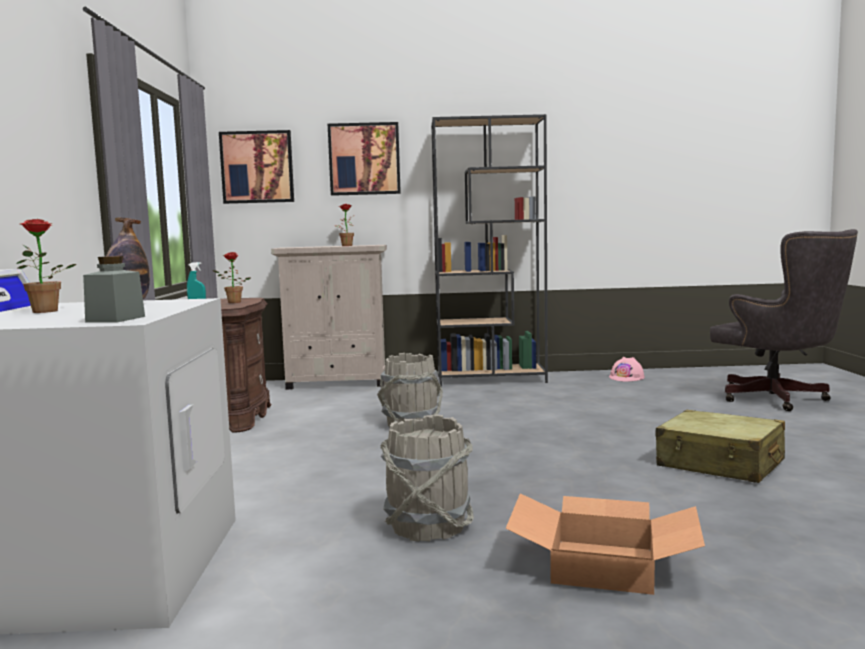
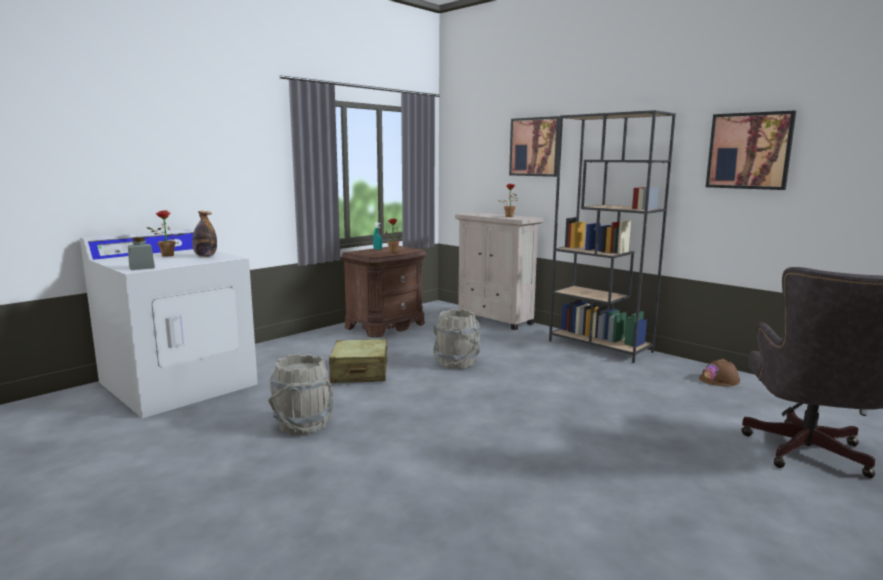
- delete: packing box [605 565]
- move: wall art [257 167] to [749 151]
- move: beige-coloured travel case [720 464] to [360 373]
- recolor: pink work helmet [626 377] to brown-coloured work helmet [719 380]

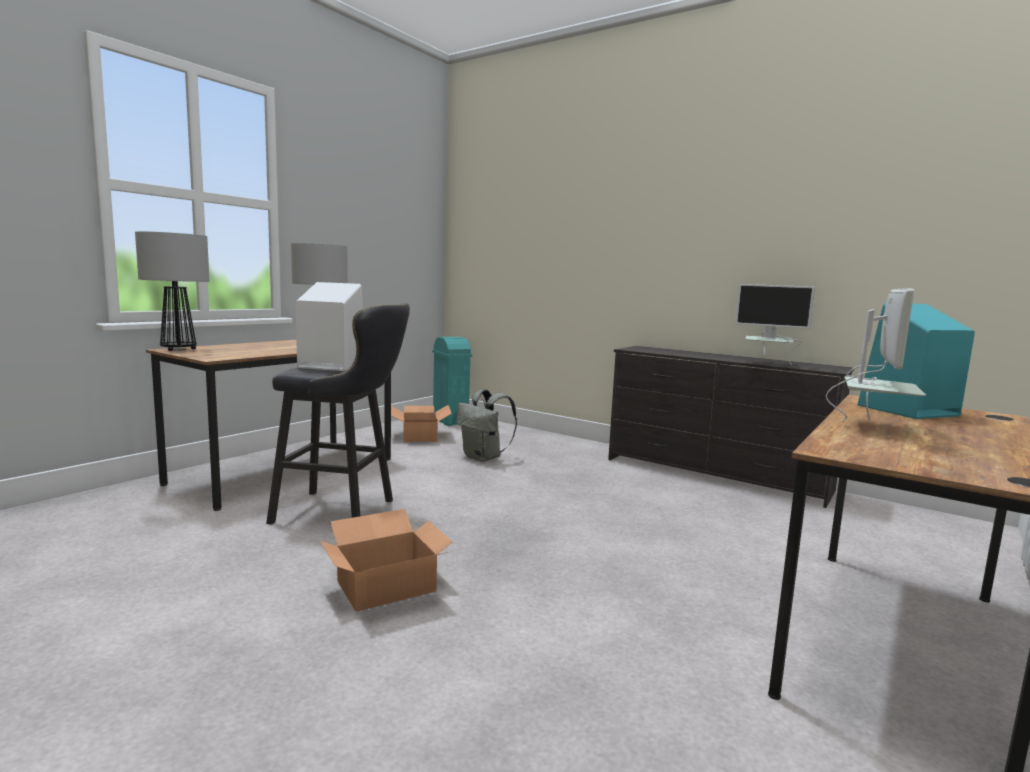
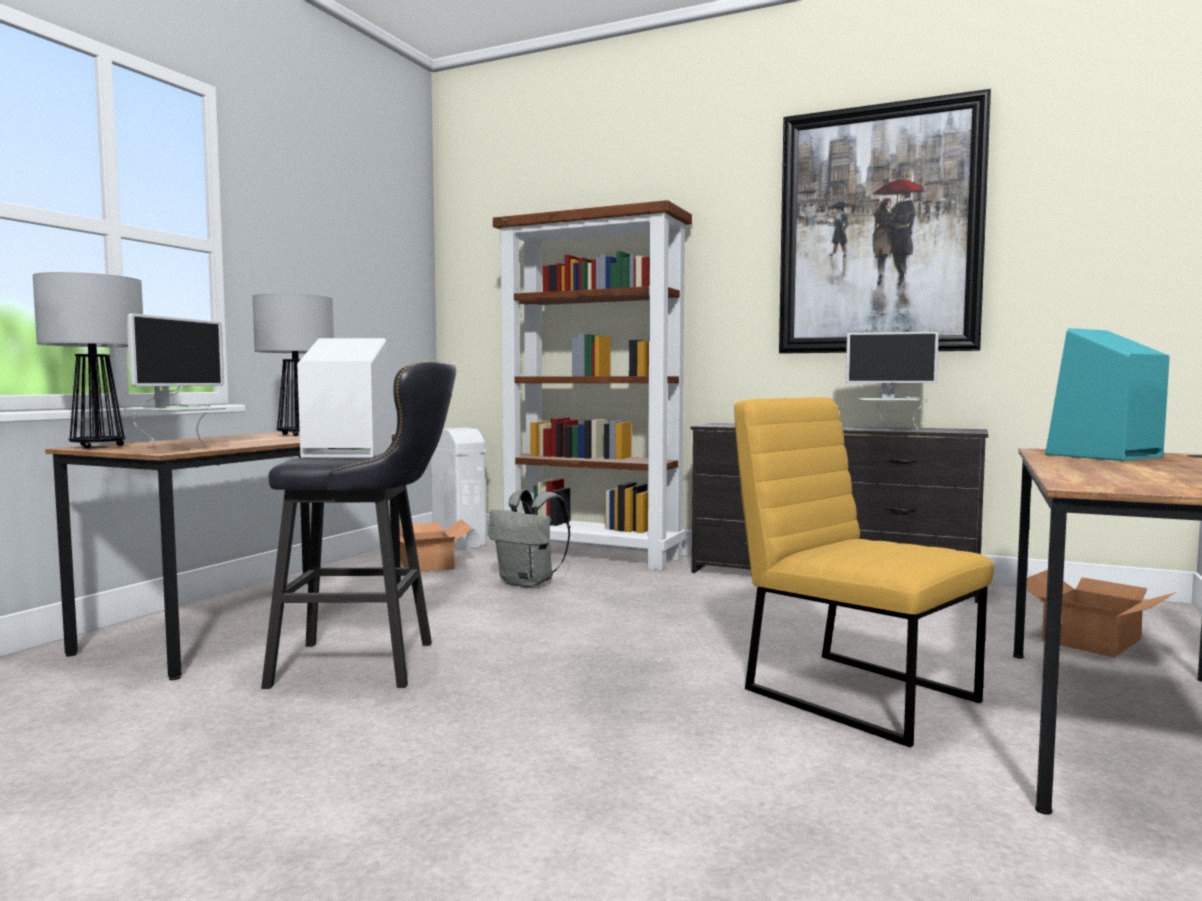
- insert: brown-coloured bookshelf [593 555]
- insert: yellowish plain chair [855 692]
- insert: wall art [879 231]
- move: packing box [385 586] to [1090 640]
- move: computer screen [872 427] to [177 449]
- recolor: turquoise-coloured trash can [450 421] to white-coloured trash can [458 544]

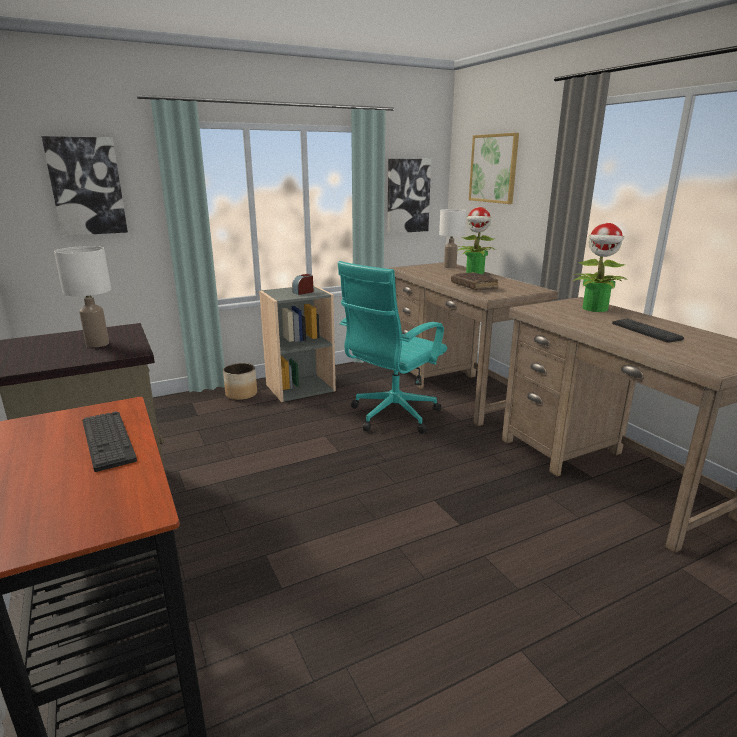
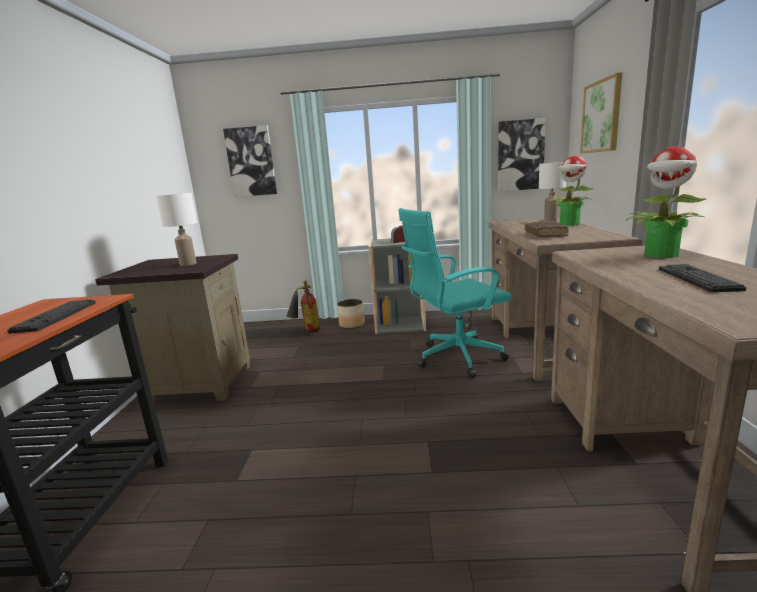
- insert: fire-fighting cylinder [306 331]

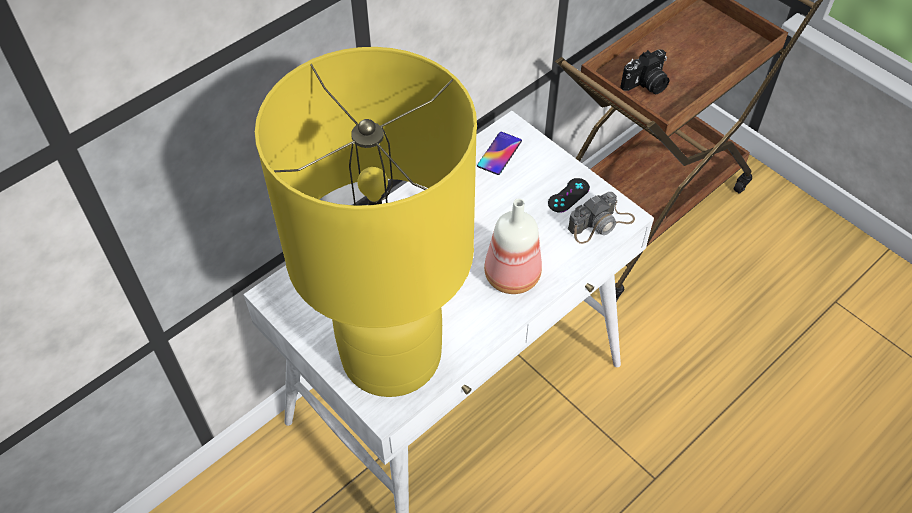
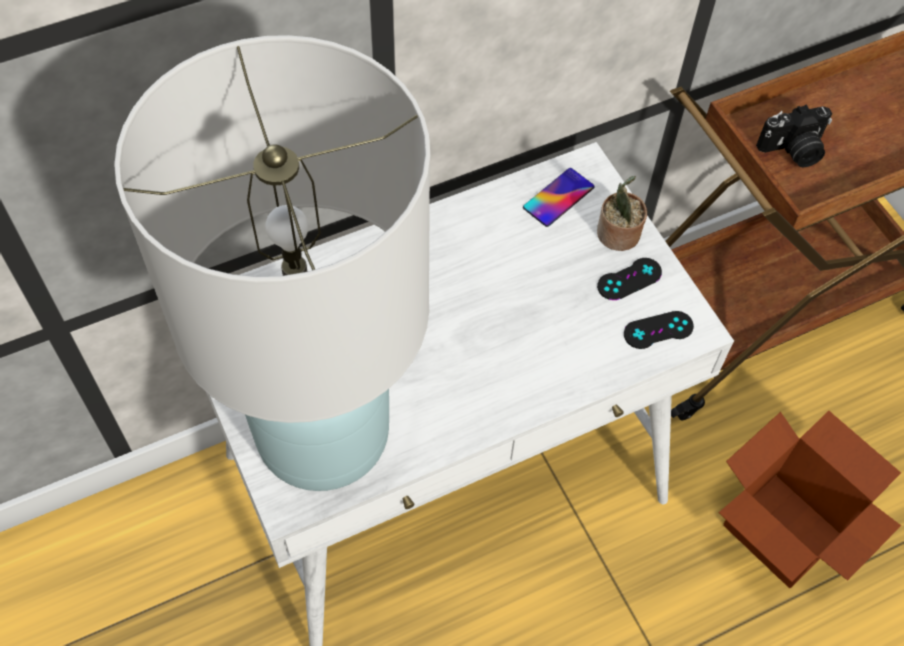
- delete: beverage bottle [510 275]
- insert: houseplant [617 235]
- insert: packing box [782 530]
- replace: still camera [601 224] to blackish game controller [658 330]
- recolor: yellowish table lamp [392 354] to white-coloured table lamp [324 431]

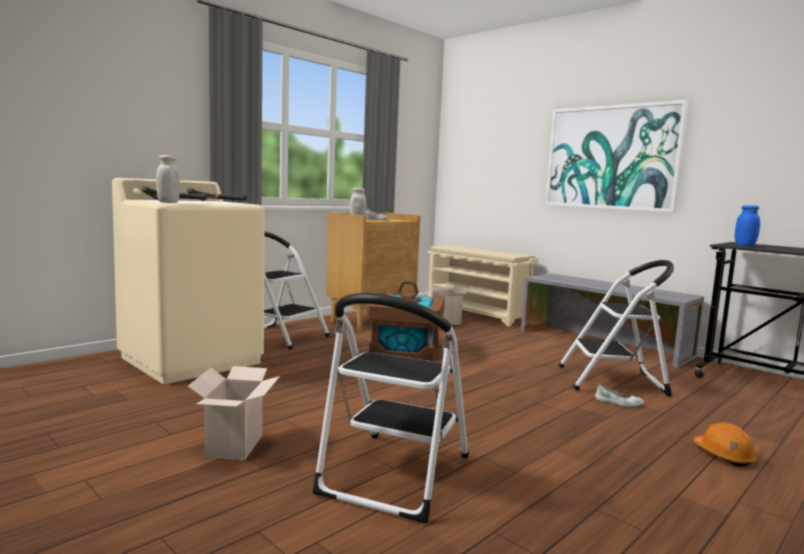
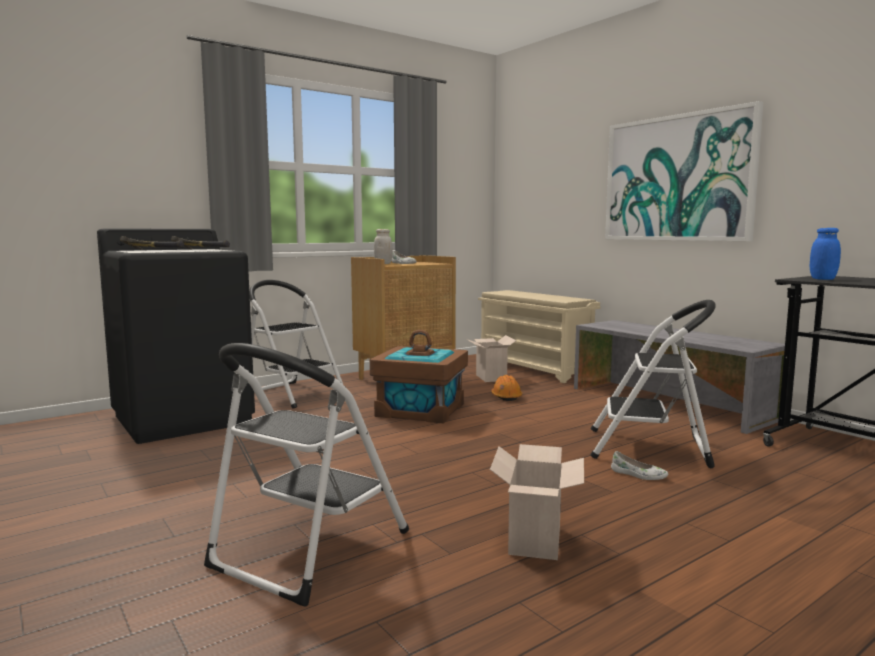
- delete: white-coloured storage jar [168 202]
- move: packing box [235 447] to [537 542]
- move: orange work helmet [724 455] to [506 397]
- recolor: beige-coloured laundry appliance [192 360] to blackish laundry appliance [184 419]

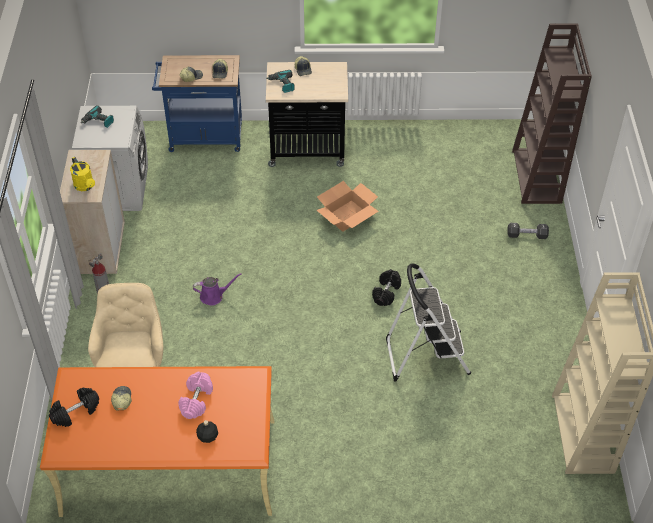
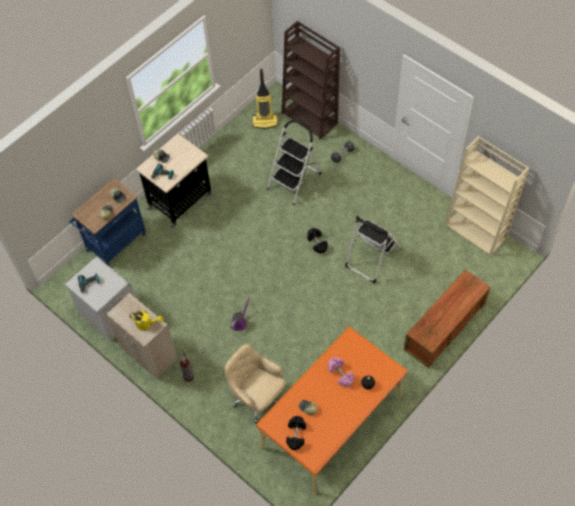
- delete: packing box [347 216]
- insert: hoover [265 121]
- insert: step ladder [295 180]
- insert: brown-coloured indoor bench [445 327]

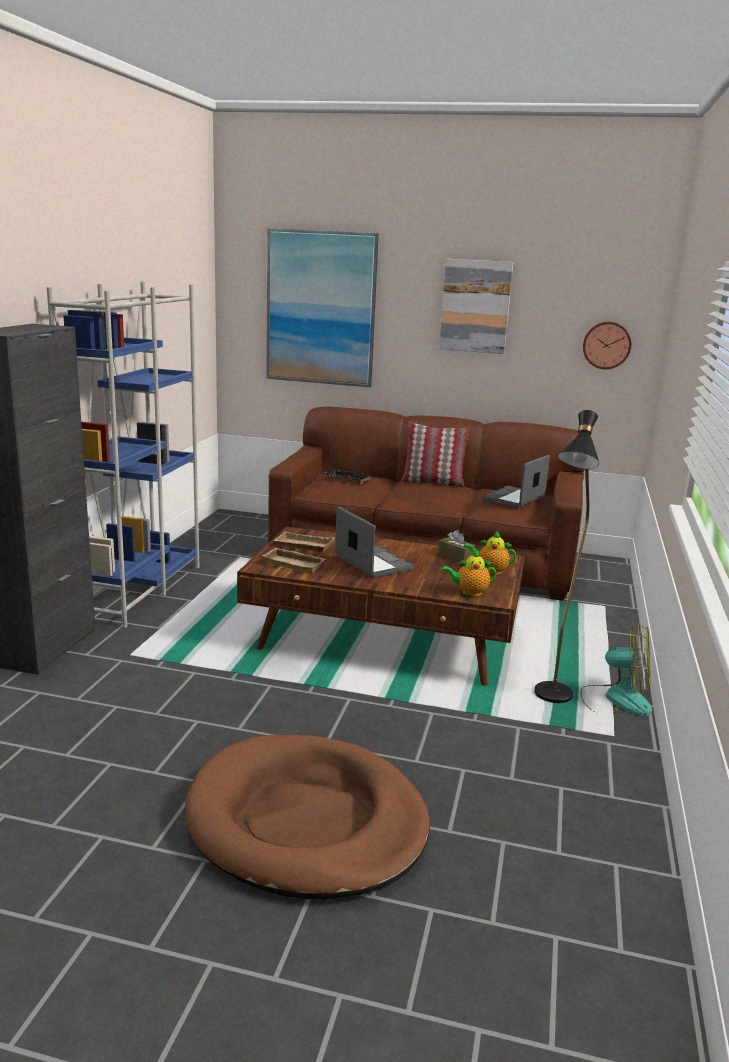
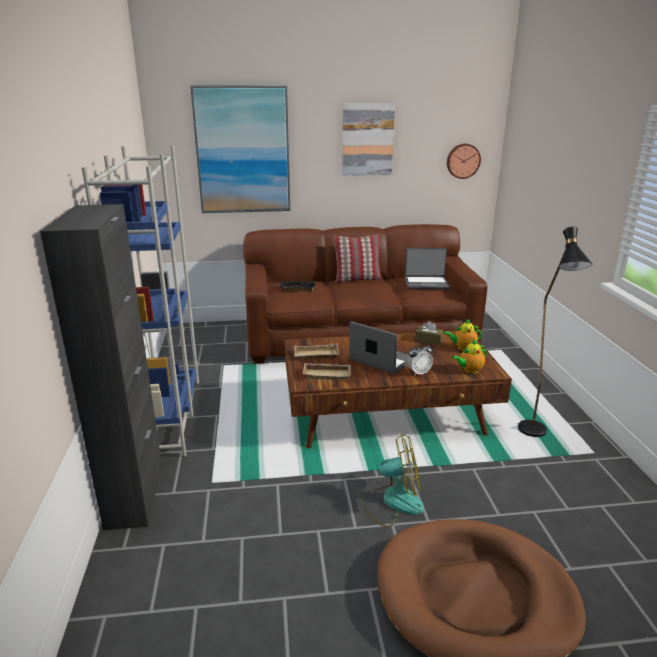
- insert: table clock [418 373]
- move: cooling fan [616 700] to [392 502]
- rotate: notebook computer [515 498] = [426 283] 105 degrees counterclockwise

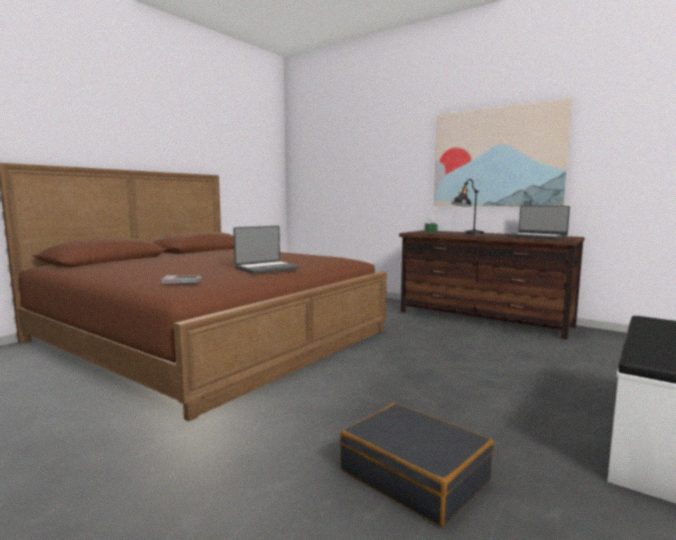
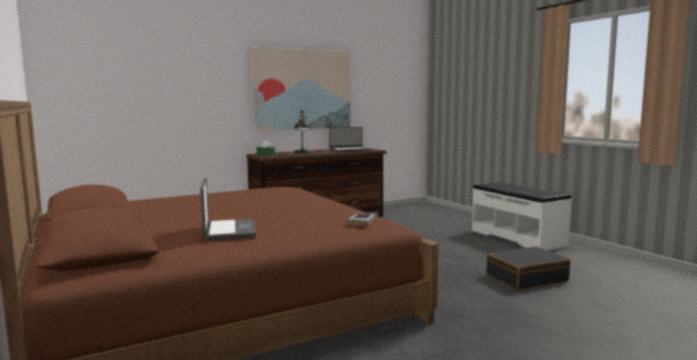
- move: notebook computer [266 268] to [228 231]

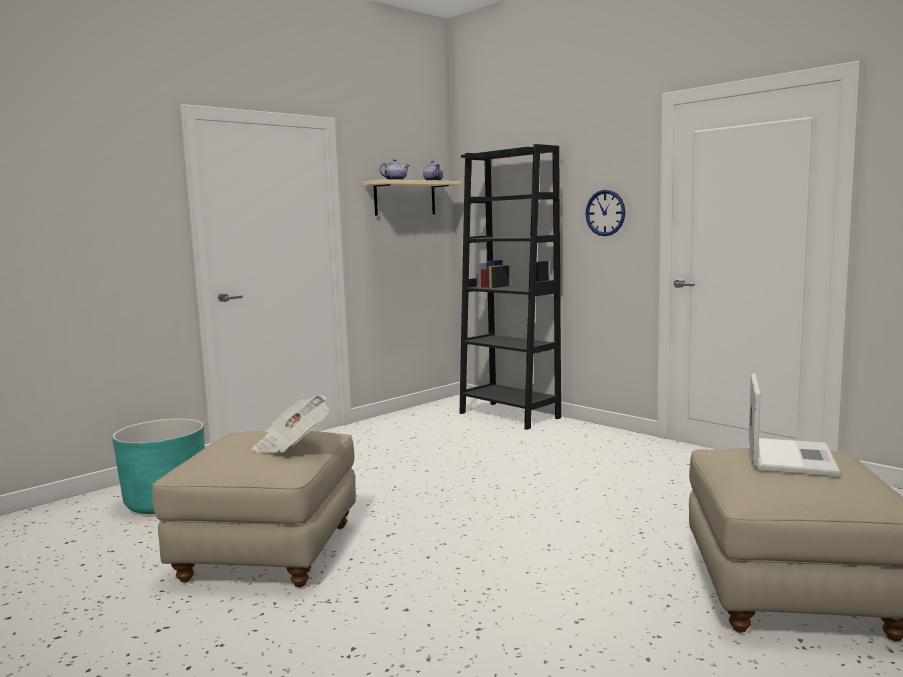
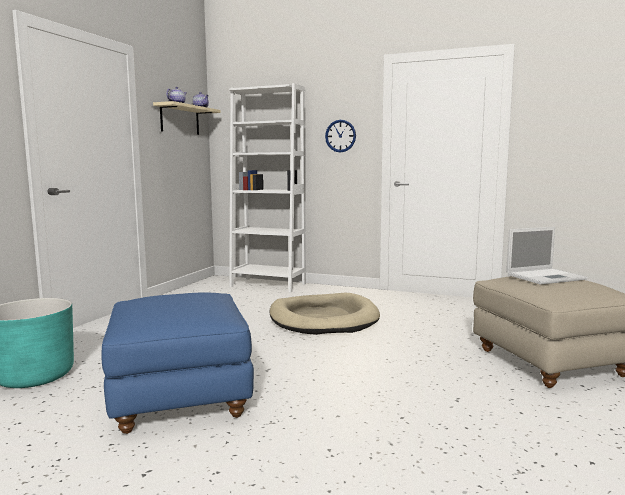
- delete: printed paper [292 444]
- insert: beige-coloured pet bed [323 319]
- recolor: beige-coloured ottoman [268 552] to blue ottoman [180 398]
- recolor: blackish bookshelf [509 415] to white-coloured bookshelf [268 285]
- rotate: notebook computer [789 457] = [546 277] 75 degrees clockwise

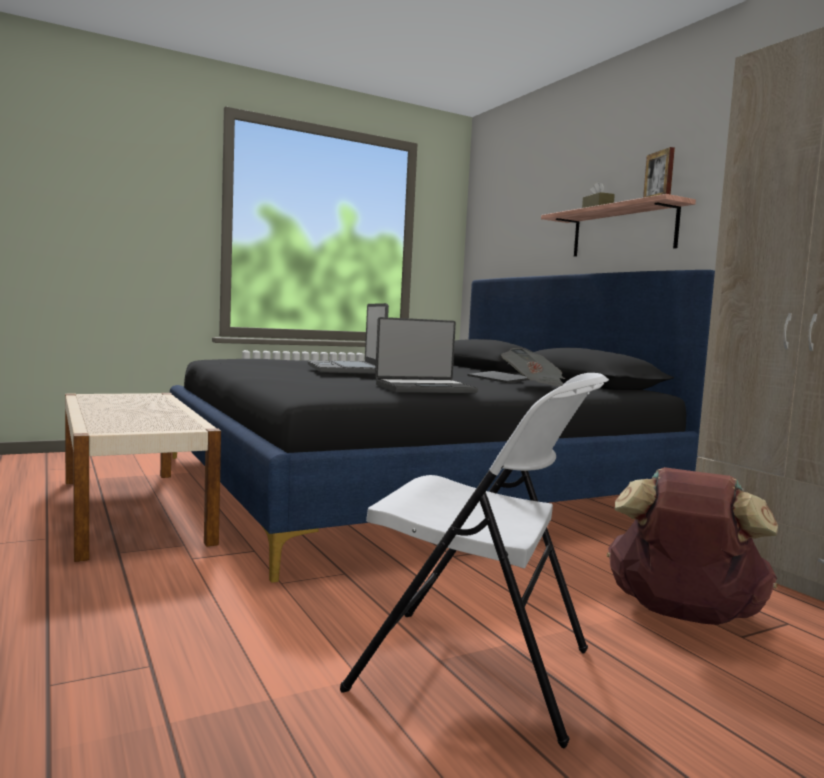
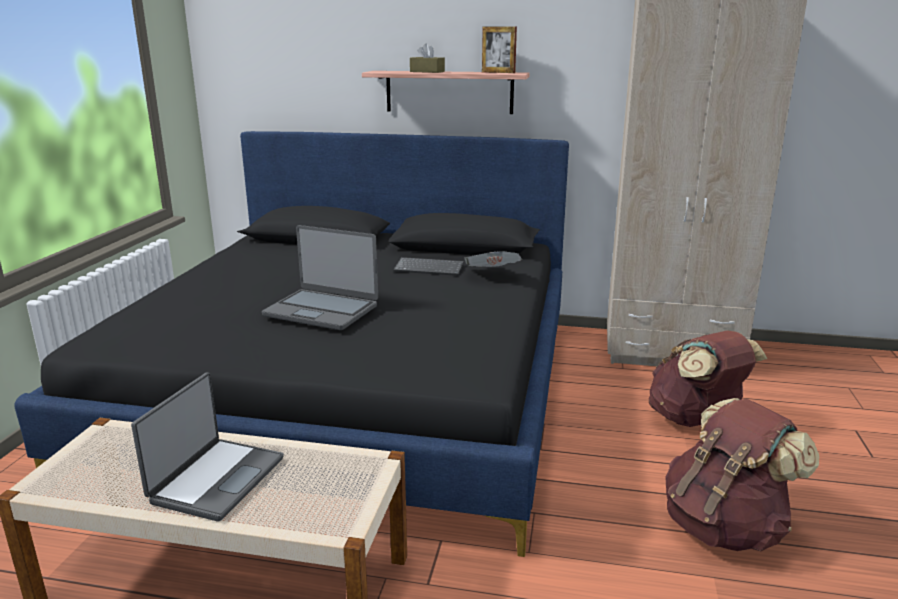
- move: notebook computer [424 388] to [216 479]
- replace: white-coloured plain chair [472 670] to brown-coloured knapsack [724 527]

